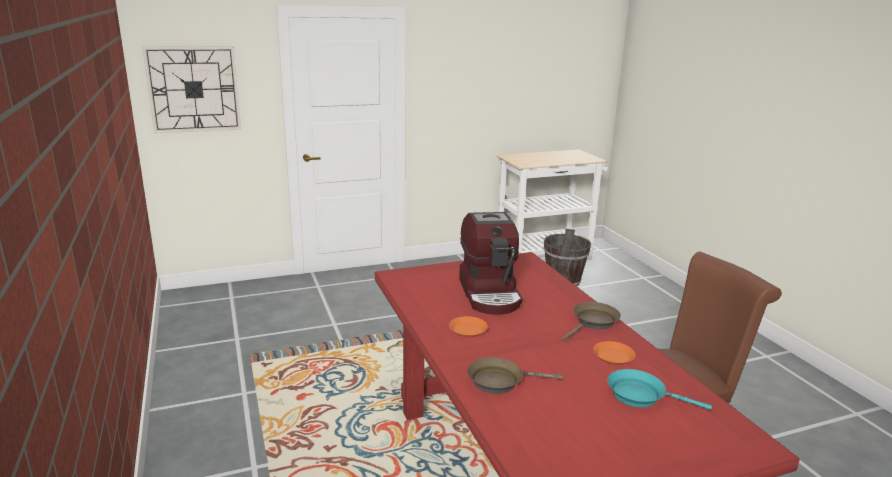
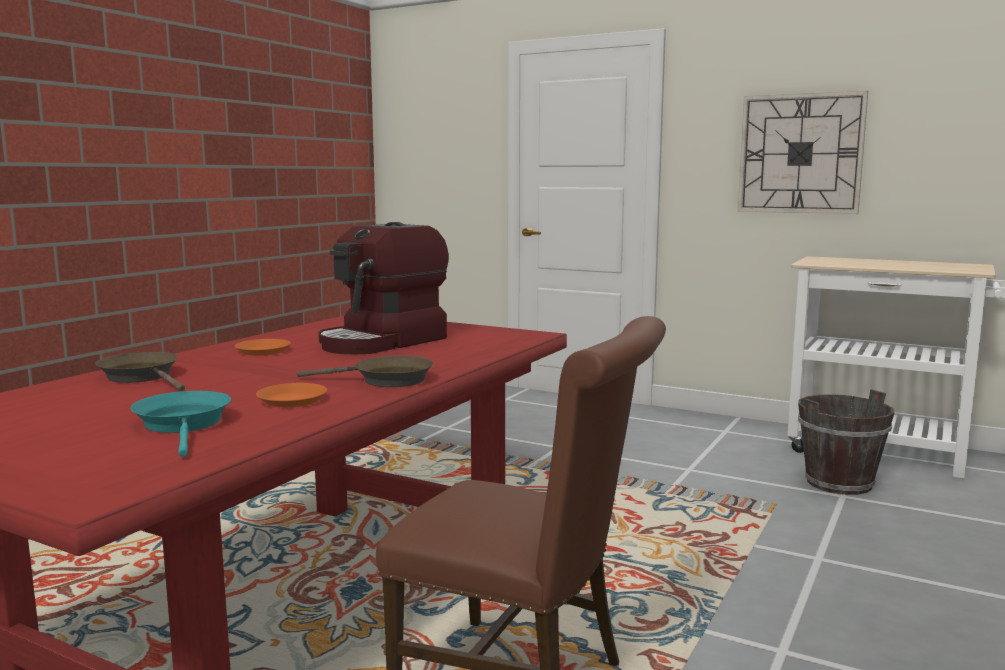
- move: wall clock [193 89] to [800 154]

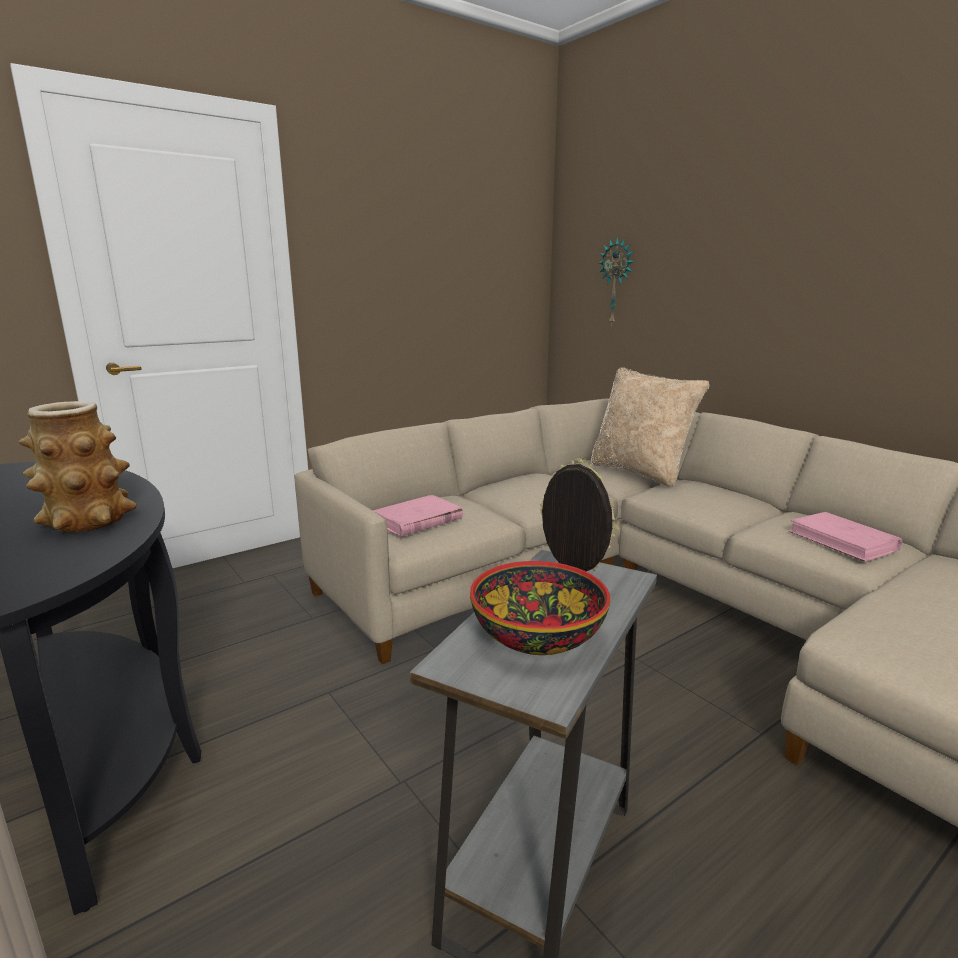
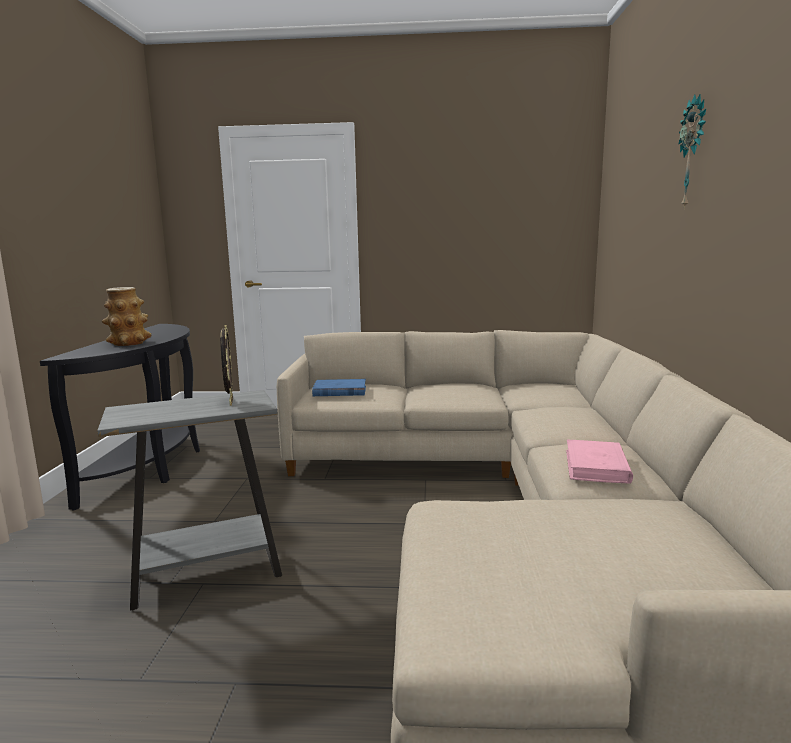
- delete: bowl [539 636]
- delete: beige-coloured pillow [639 475]
- move: wall clock [617 282] to [694 153]
- recolor: pink bound book [417 520] to blue bound book [339 391]

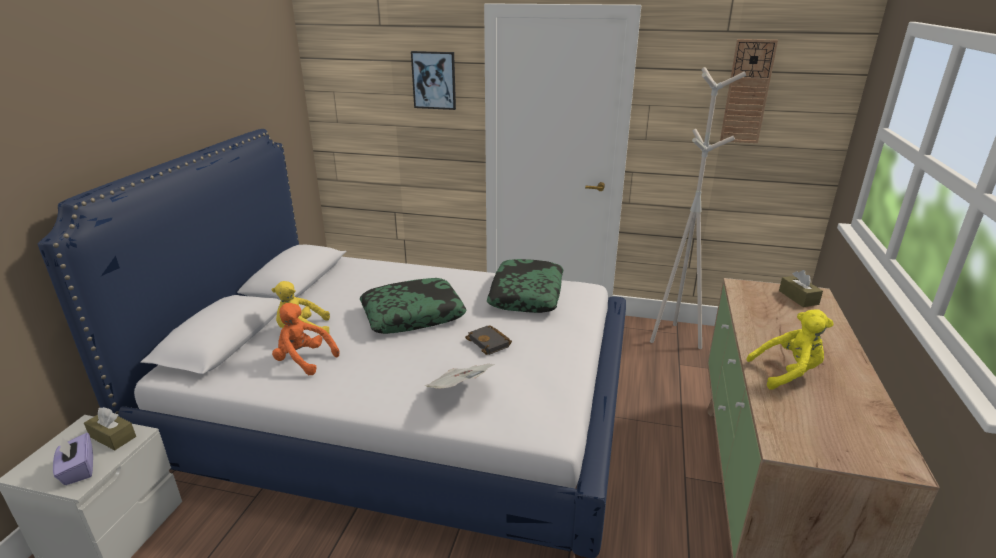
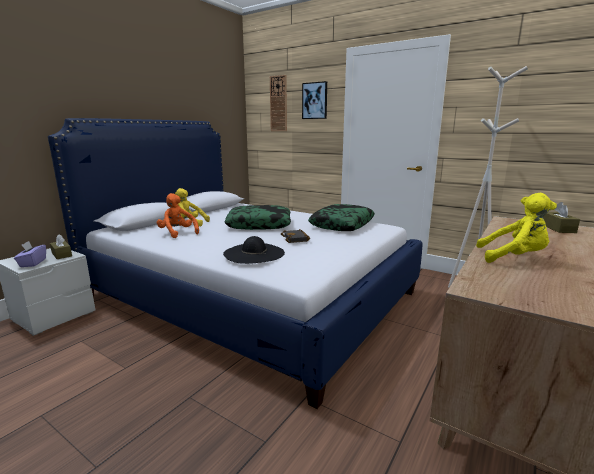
- move: wall clock [747 92] to [278 104]
- replace: printed paper [459 390] to blackish clothing hat [254 253]

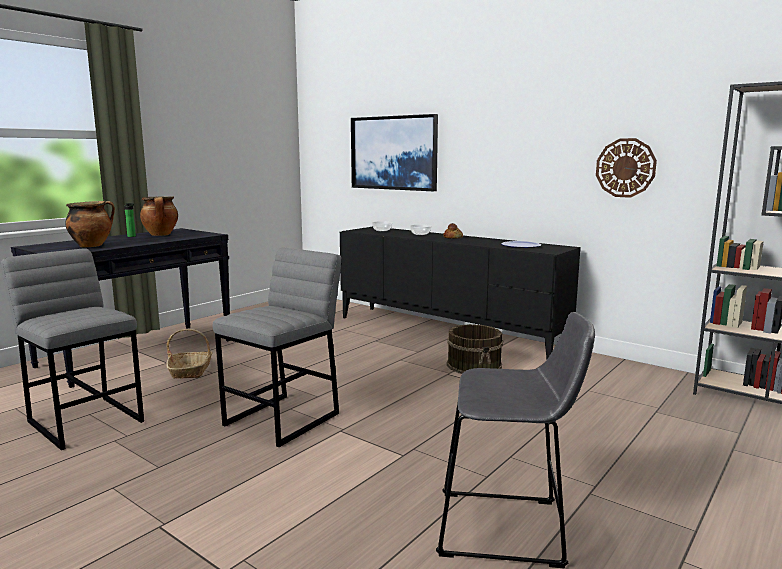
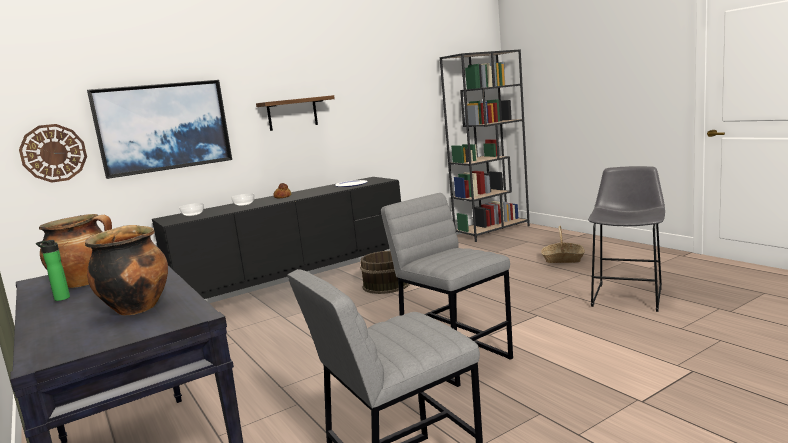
- insert: wall shelf [292 113]
- move: household basket [191 371] to [562 259]
- move: wall clock [625 168] to [53 153]

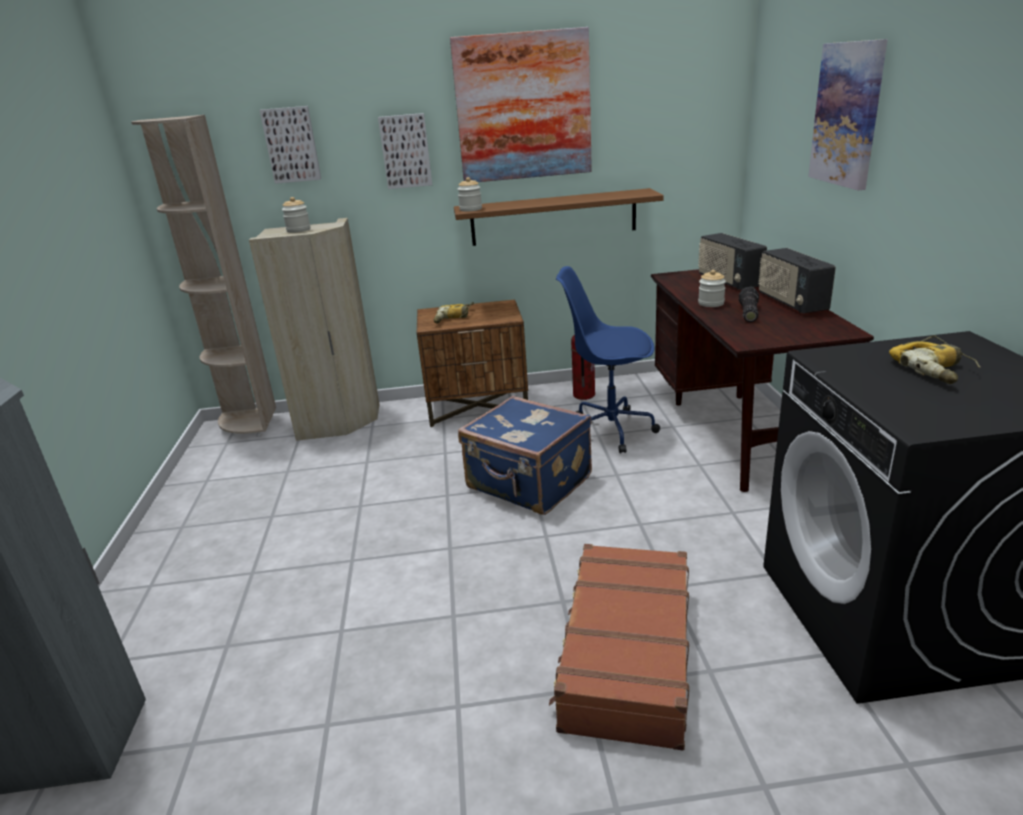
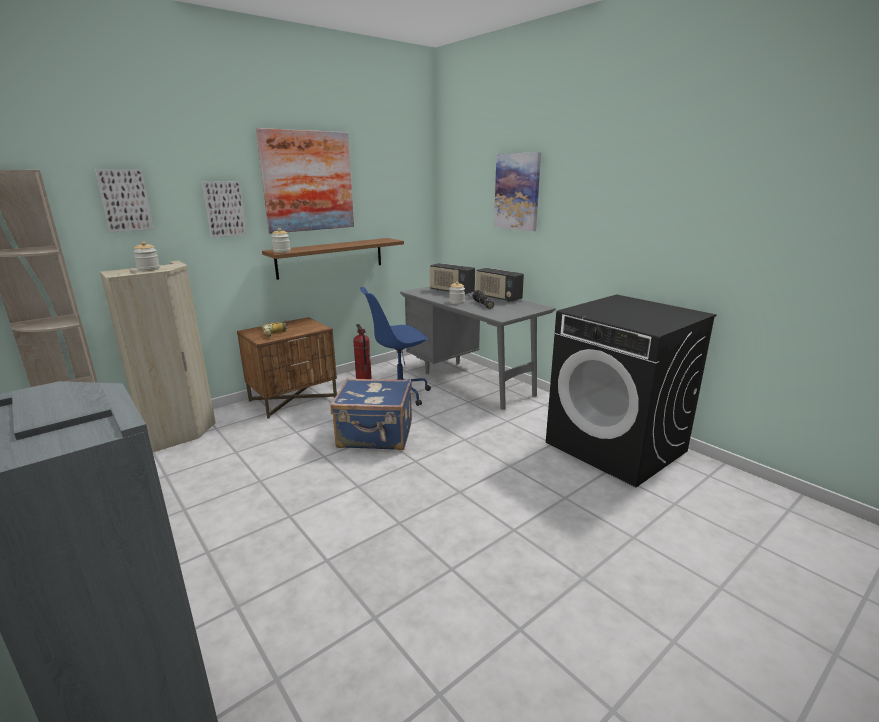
- delete: brown-coloured travel case [625 655]
- delete: power drill [935 369]
- recolor: brown-coloured desk unit [735 431] to gray desk unit [471 381]

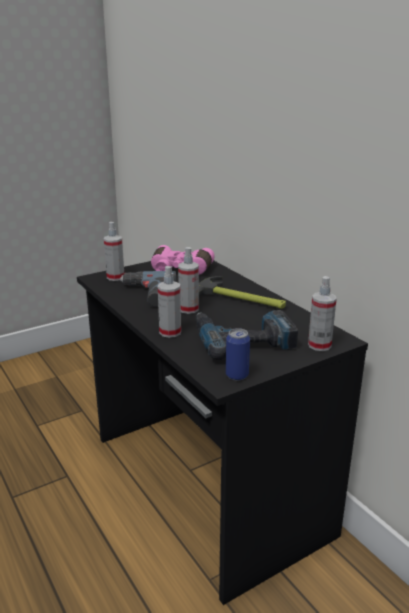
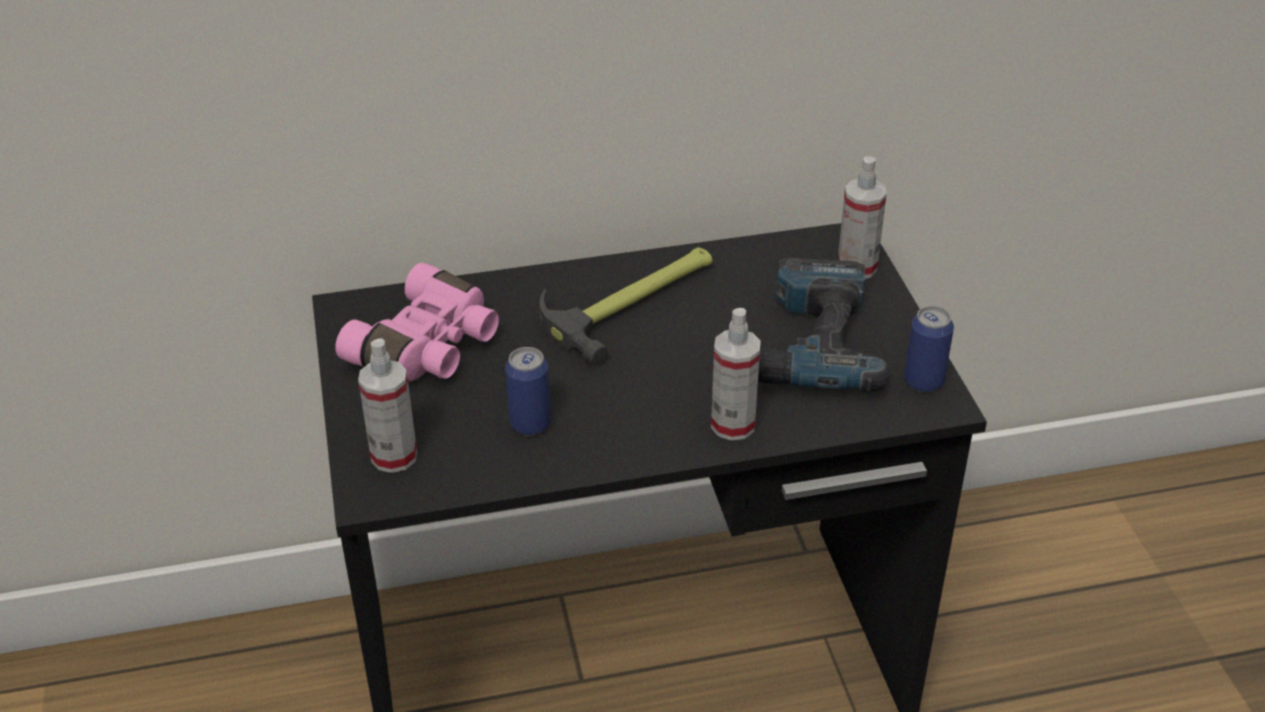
- delete: hand sprayer [189 309]
- replace: power drill [146 294] to can [530 424]

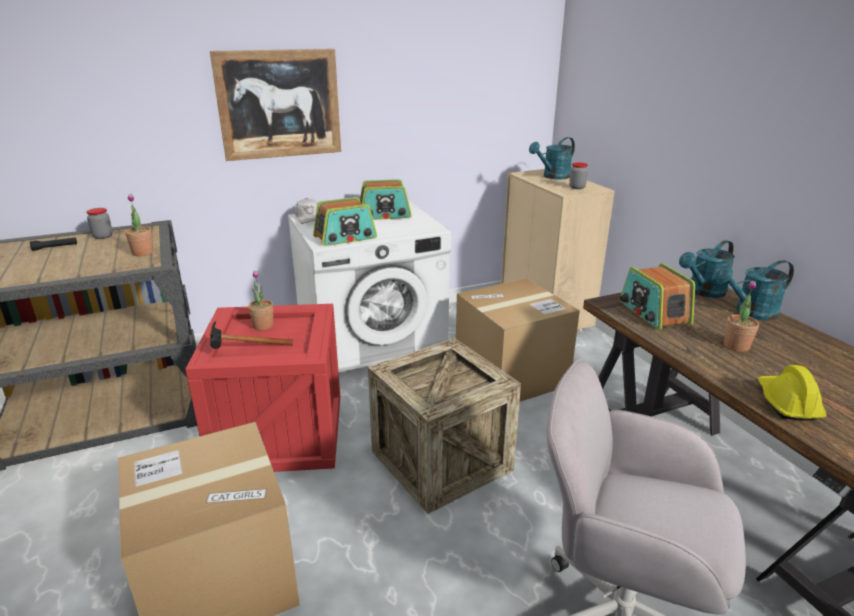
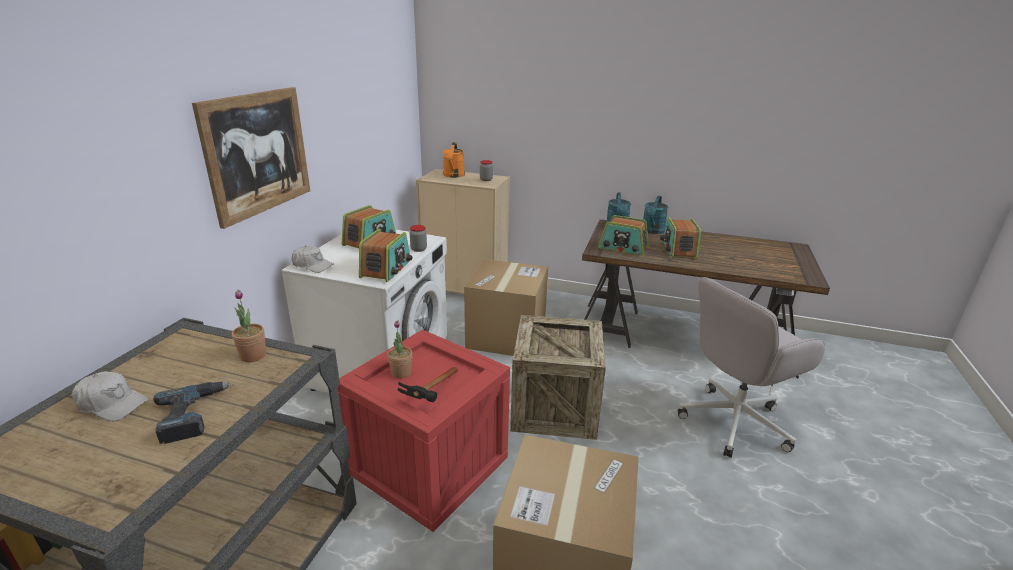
- delete: yellowish work helmet [786 403]
- insert: power drill [193 415]
- move: storage jar [103 236] to [418 249]
- replace: blackish hand torch [55 247] to white-coloured peaked cap [112 404]
- replace: houseplant [736 346] to radio set [678 249]
- recolor: turquoise-coloured watering pot [553 177] to orange watering pot [453 176]

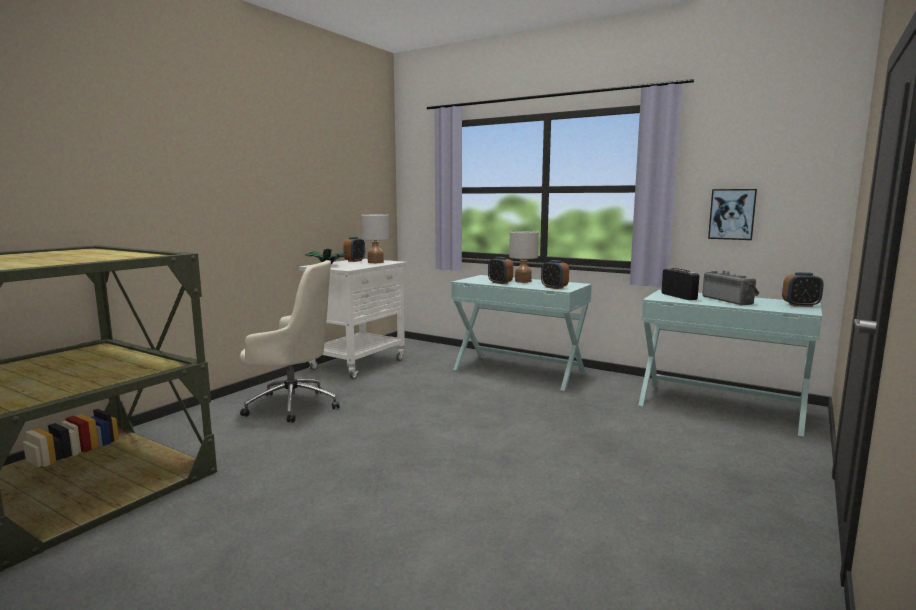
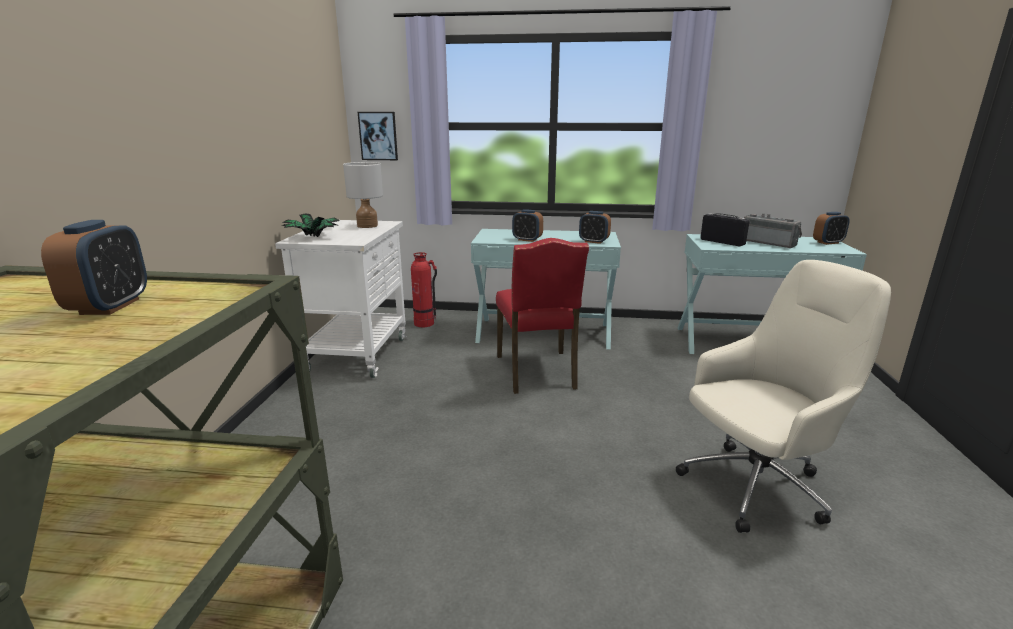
- delete: gray table lamp [522 281]
- insert: fire-fighting cylinder [424 323]
- insert: red plain chair [537 372]
- move: beige-coloured computer chair [293 406] to [755 487]
- move: table clock [355 261] to [110 306]
- move: wall art [732 214] to [378 136]

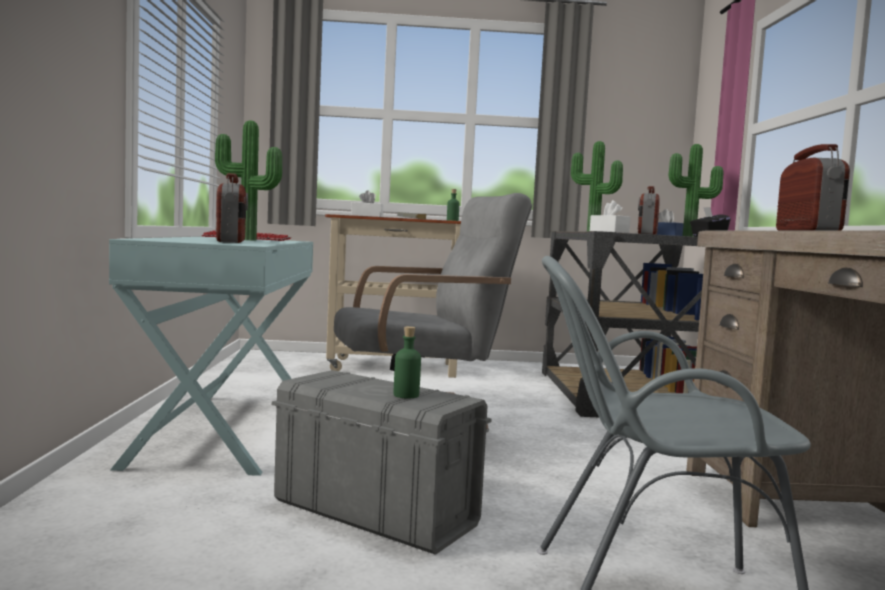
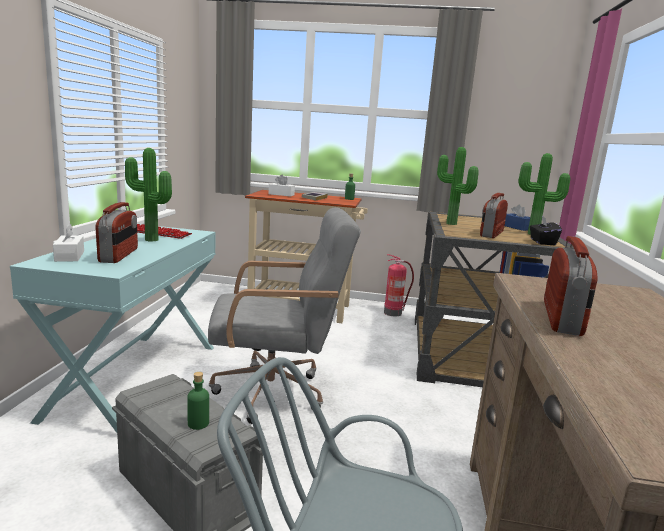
- insert: fire-fighting cylinder [393 313]
- move: white-coloured tissue holder [609 232] to [69 256]

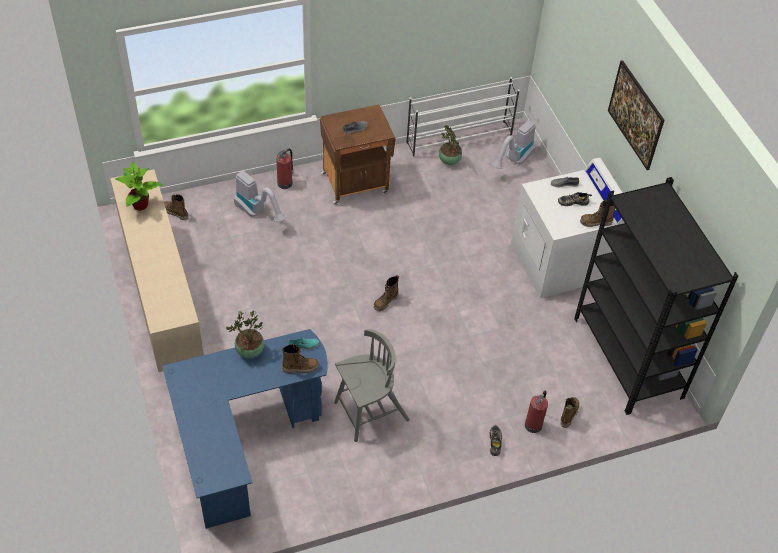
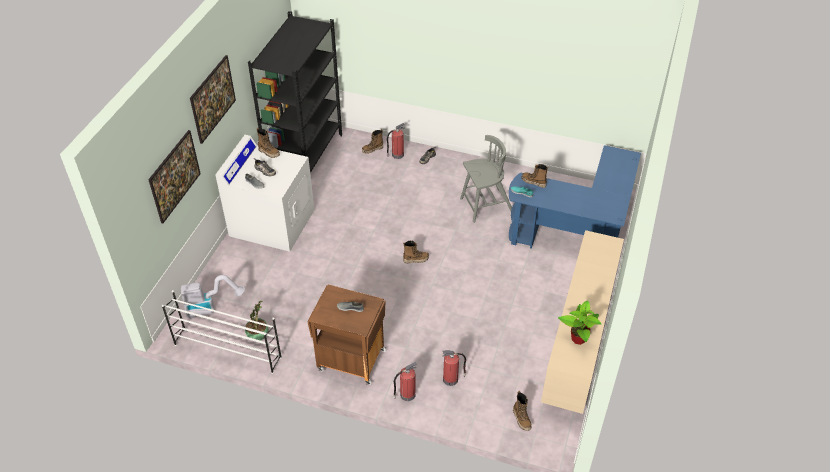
- delete: houseplant [249 352]
- insert: wall art [177 187]
- replace: hoover [258 212] to fire-fighting cylinder [451 379]
- rotate: gray plain chair [370 412] = [485 205] 150 degrees clockwise

